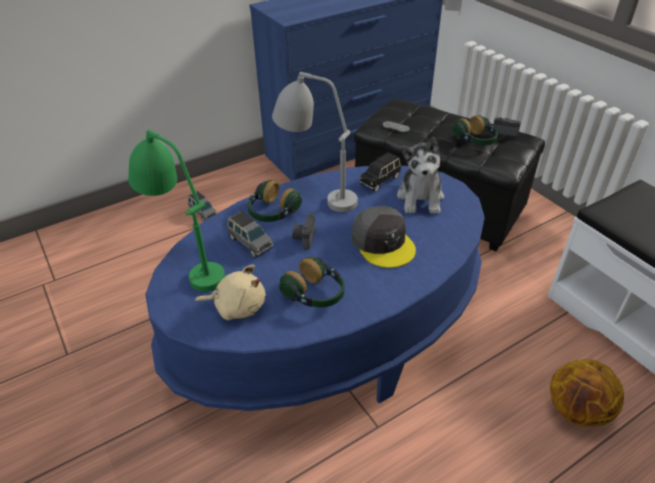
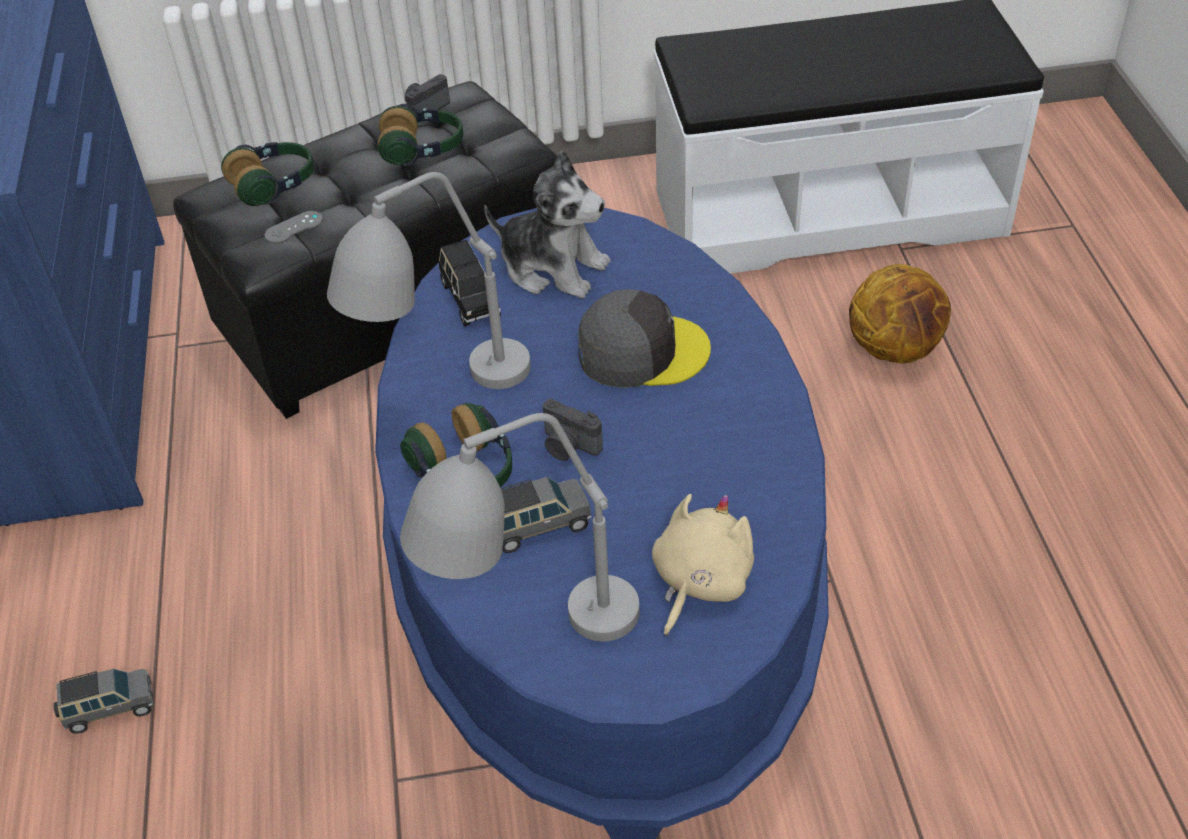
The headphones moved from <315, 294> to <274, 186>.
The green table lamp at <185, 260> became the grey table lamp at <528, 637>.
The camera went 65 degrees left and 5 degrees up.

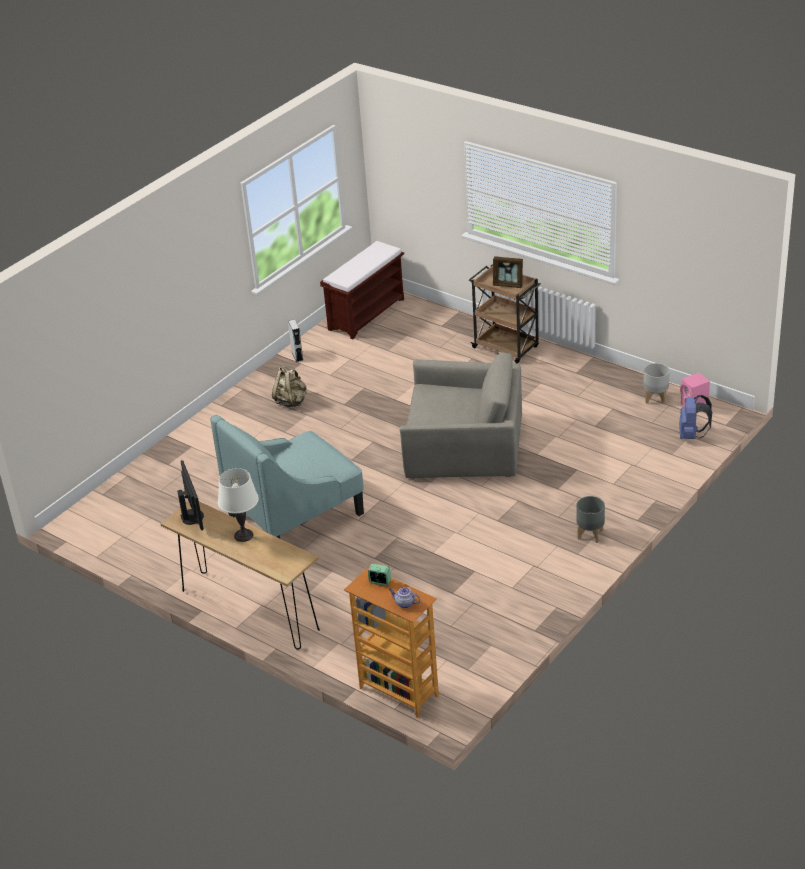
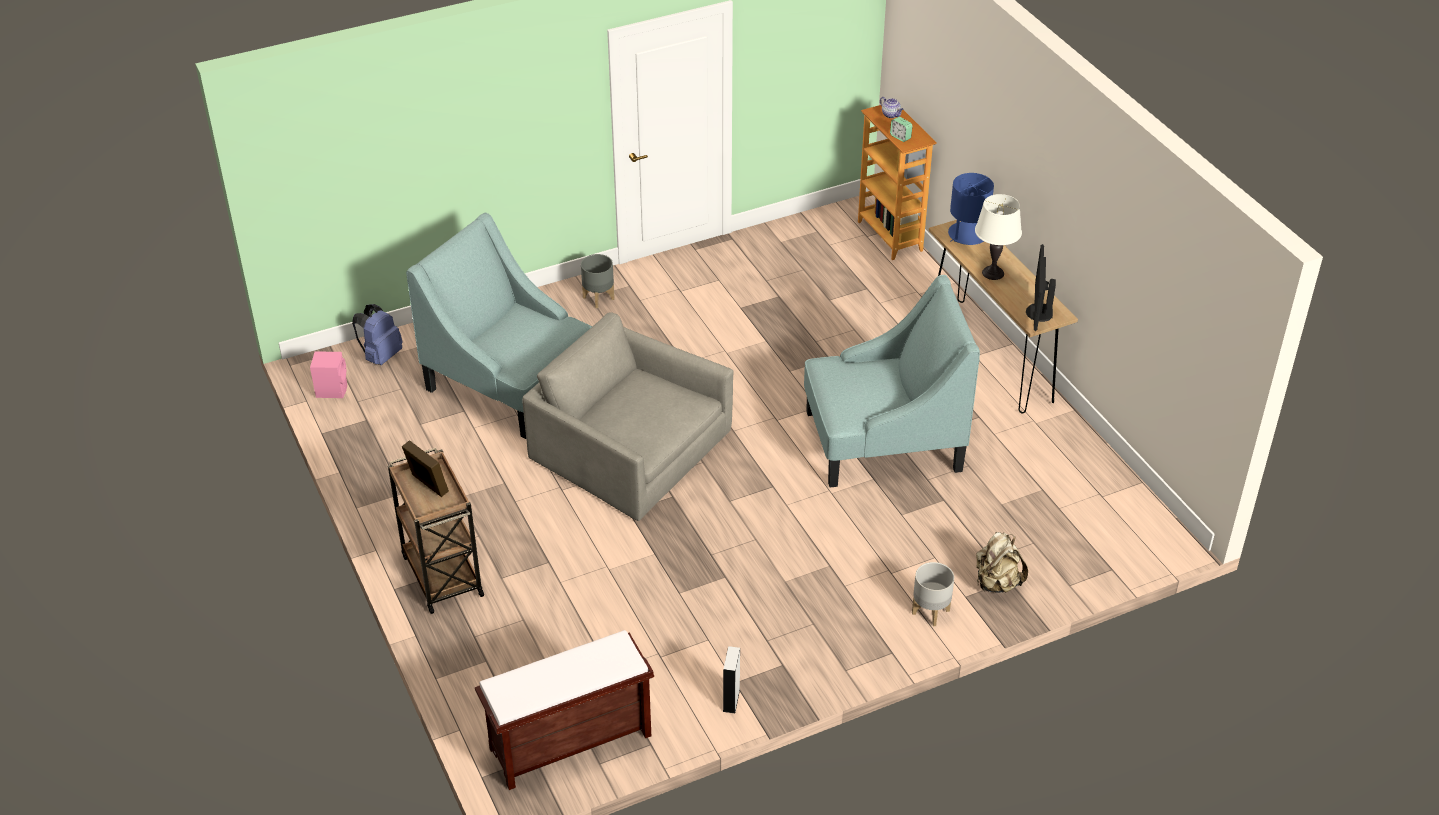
The turquoise armchair at <511, 384> appeared.
The grey planter moved from <655, 398> to <930, 612>.
The blue table lamp at <967, 234> appeared.
The beige backpack moved from <291, 401> to <997, 583>.
The camera went 155 degrees left and 5 degrees up.

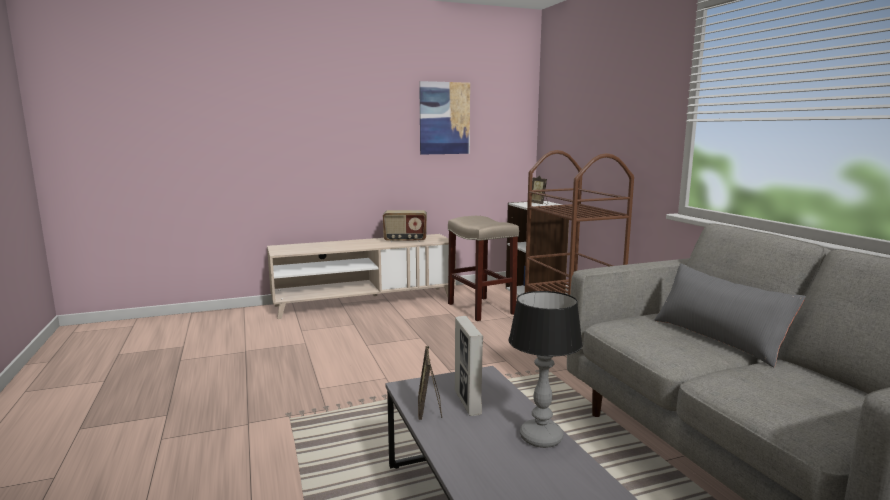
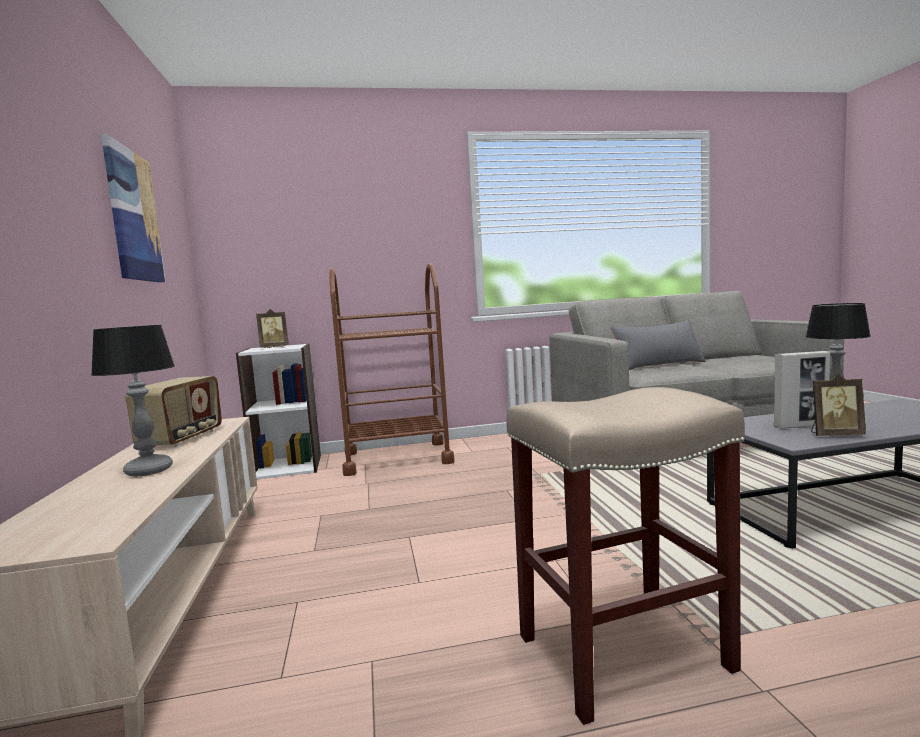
The table lamp at <148, 471> appeared.
The beige stool moved from <480, 308> to <621, 654>.
The camera went 80 degrees left and 5 degrees down.

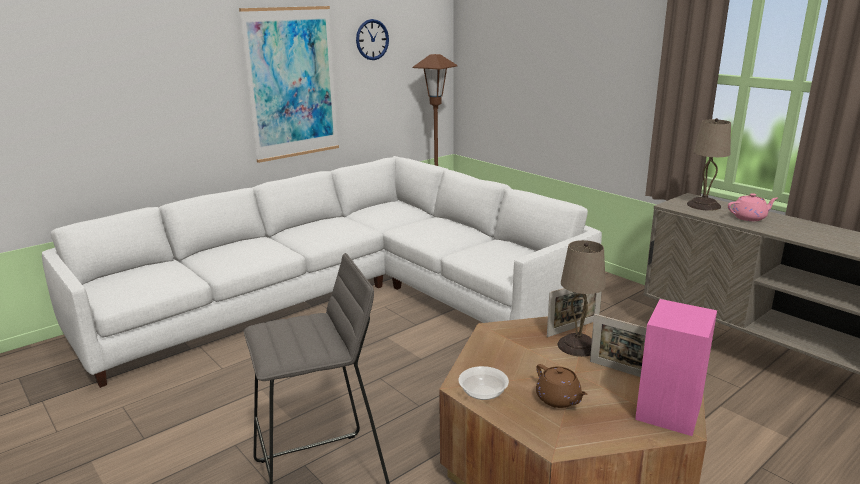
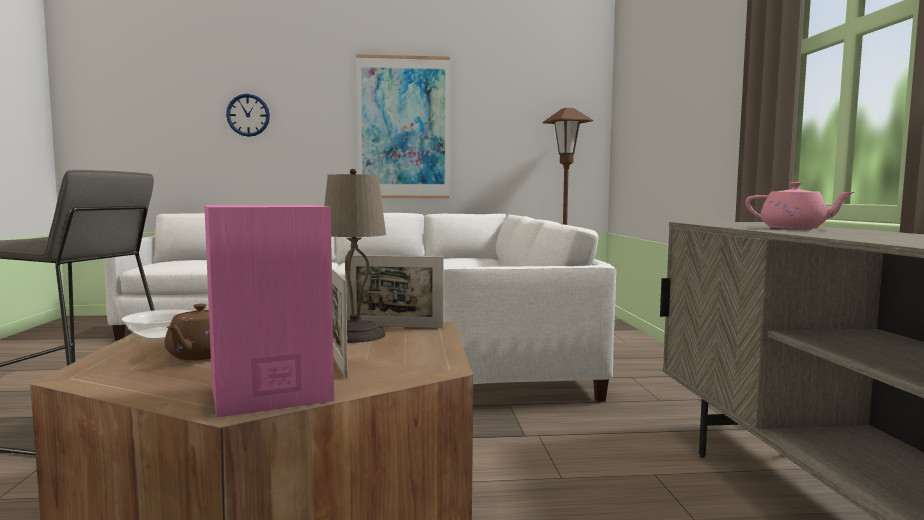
The wall clock moved from <372, 39> to <248, 115>.
The beige table lamp at <703, 205> disappeared.
The camera went 35 degrees right and 15 degrees down.

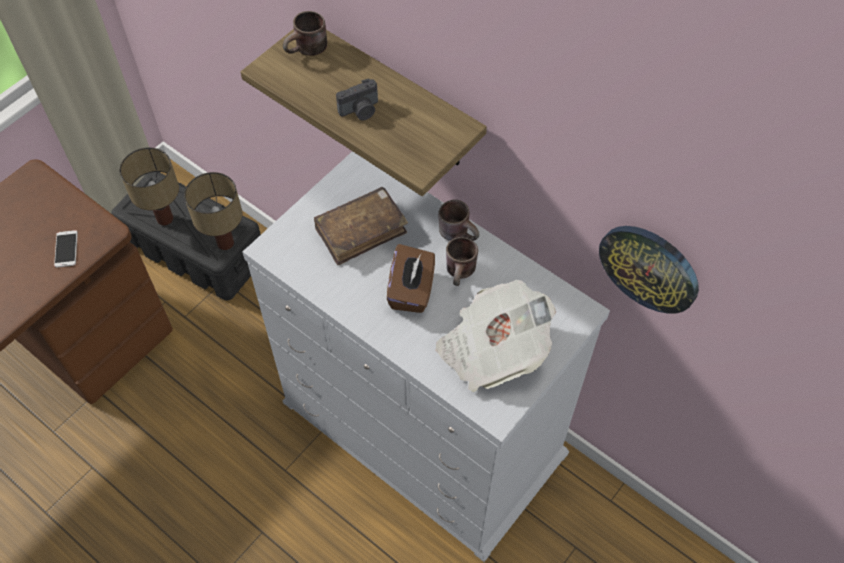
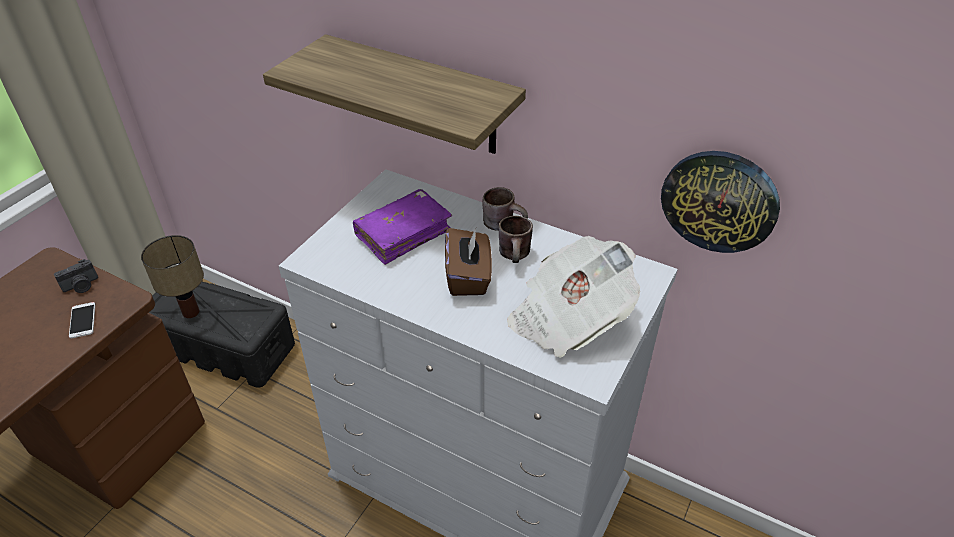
The photo camera moved from <360, 111> to <81, 286>.
The brown book at <361, 231> became the purple book at <403, 234>.
The table lamp at <225, 242> disappeared.
The brown mug at <308, 51> disappeared.
The camera went 10 degrees left and 15 degrees down.

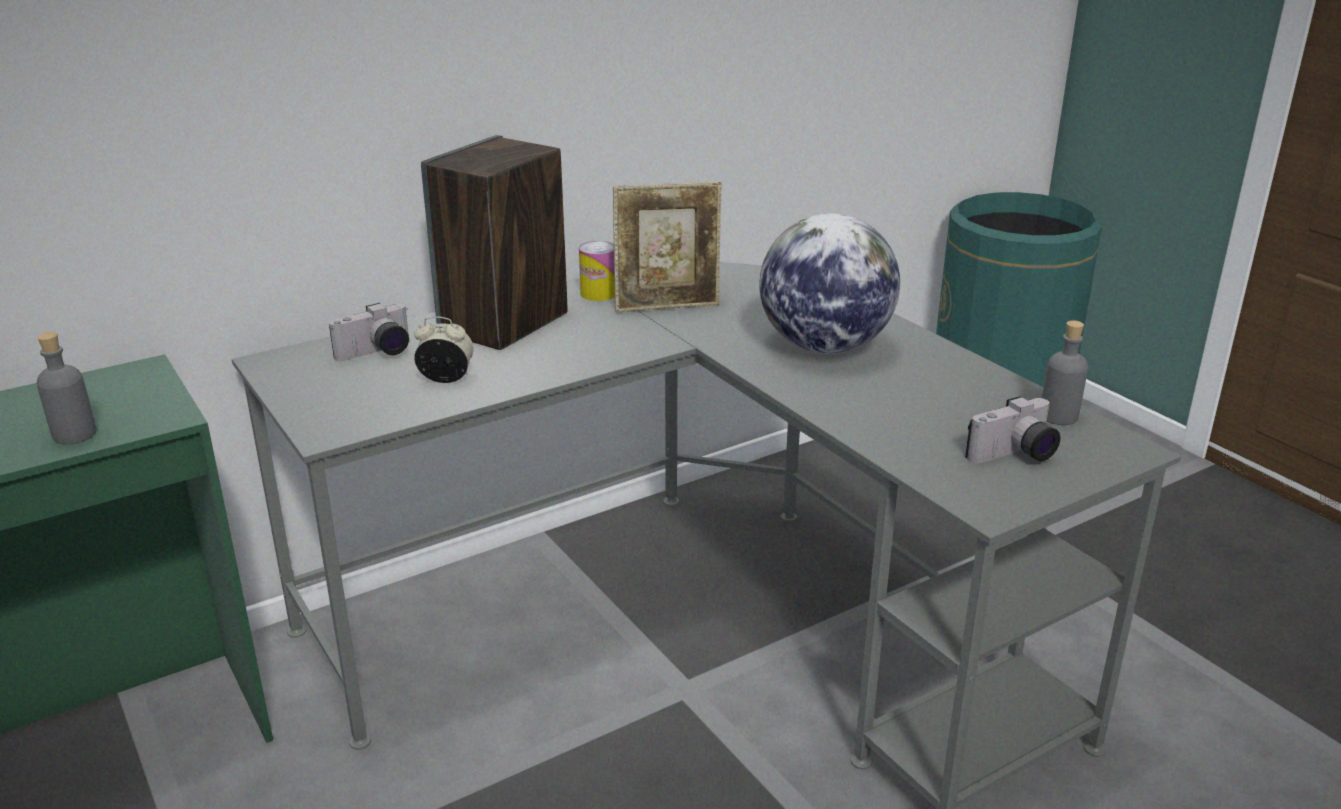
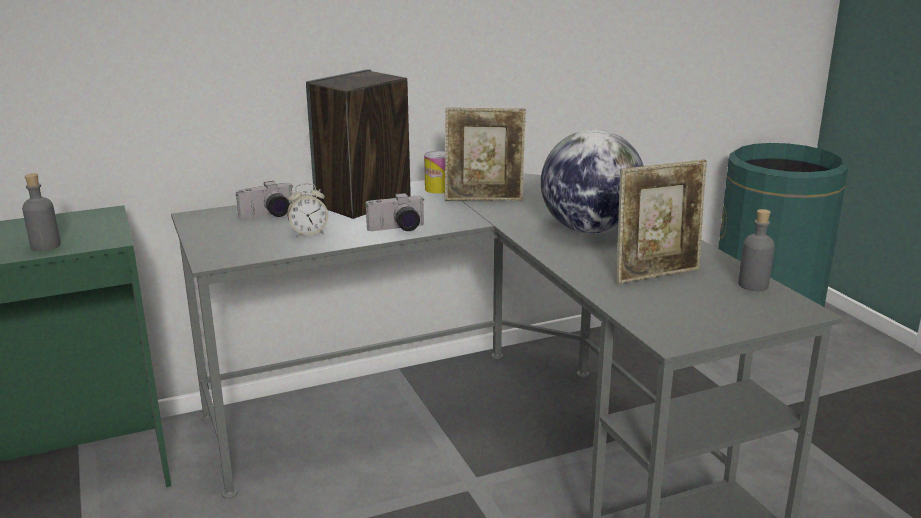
The alarm clock at <446, 379> turned 150 degrees clockwise.
The photo camera moved from <1015, 456> to <397, 229>.
The picture frame at <656, 274> appeared.
The camera went 10 degrees right and 5 degrees down.

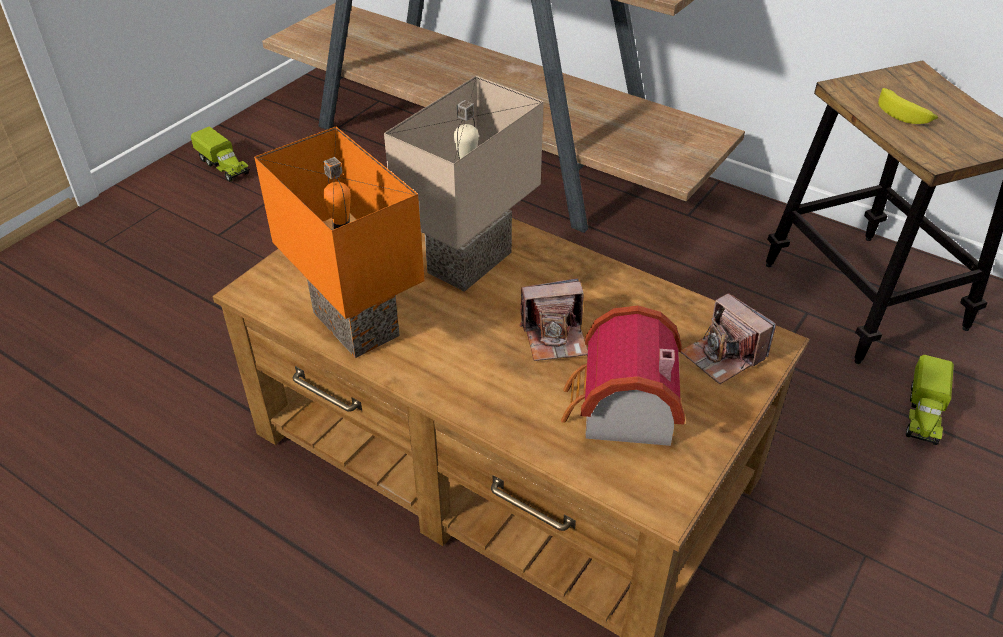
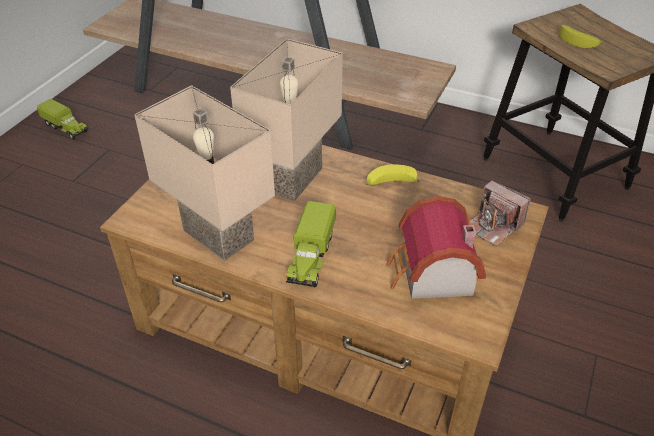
The orange table lamp at <360, 323> became the beige table lamp at <222, 233>.
The toy truck moved from <923, 414> to <310, 258>.
The banana at <390, 183> appeared.
The photo camera at <555, 337> disappeared.
The camera went 10 degrees left and 0 degrees up.

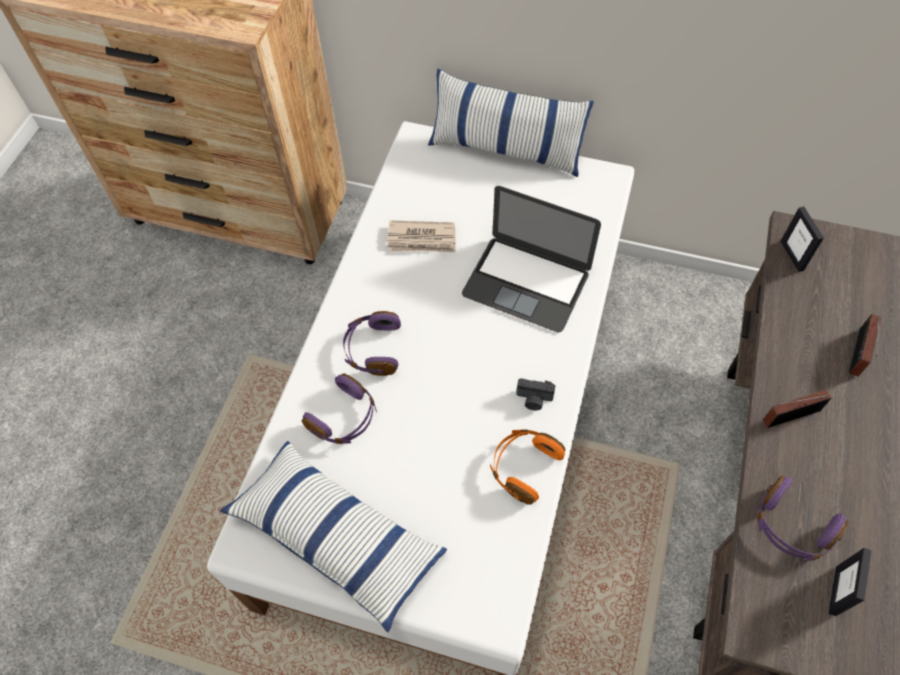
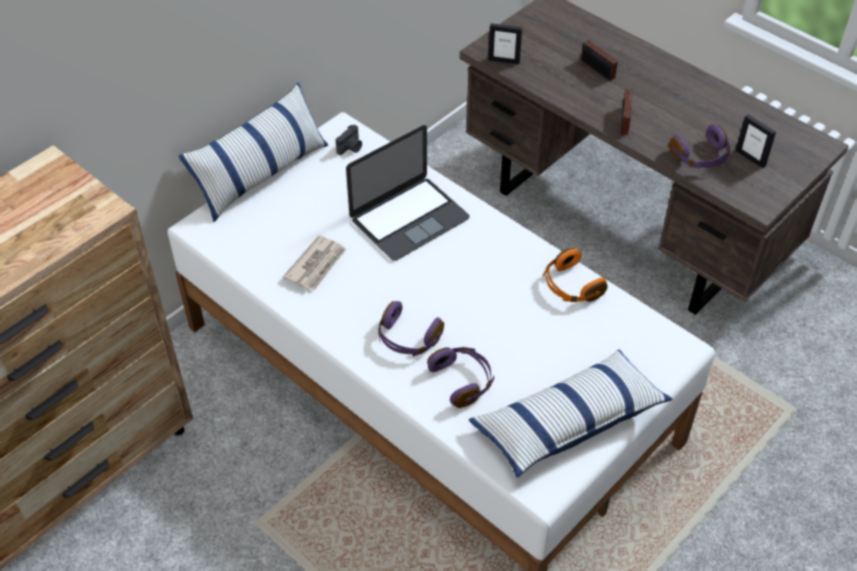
The photo camera moved from <533, 400> to <351, 148>.
The camera went 65 degrees left and 10 degrees down.

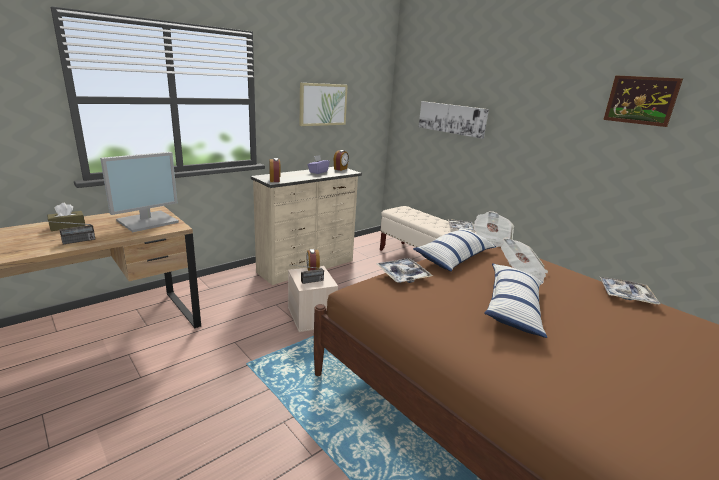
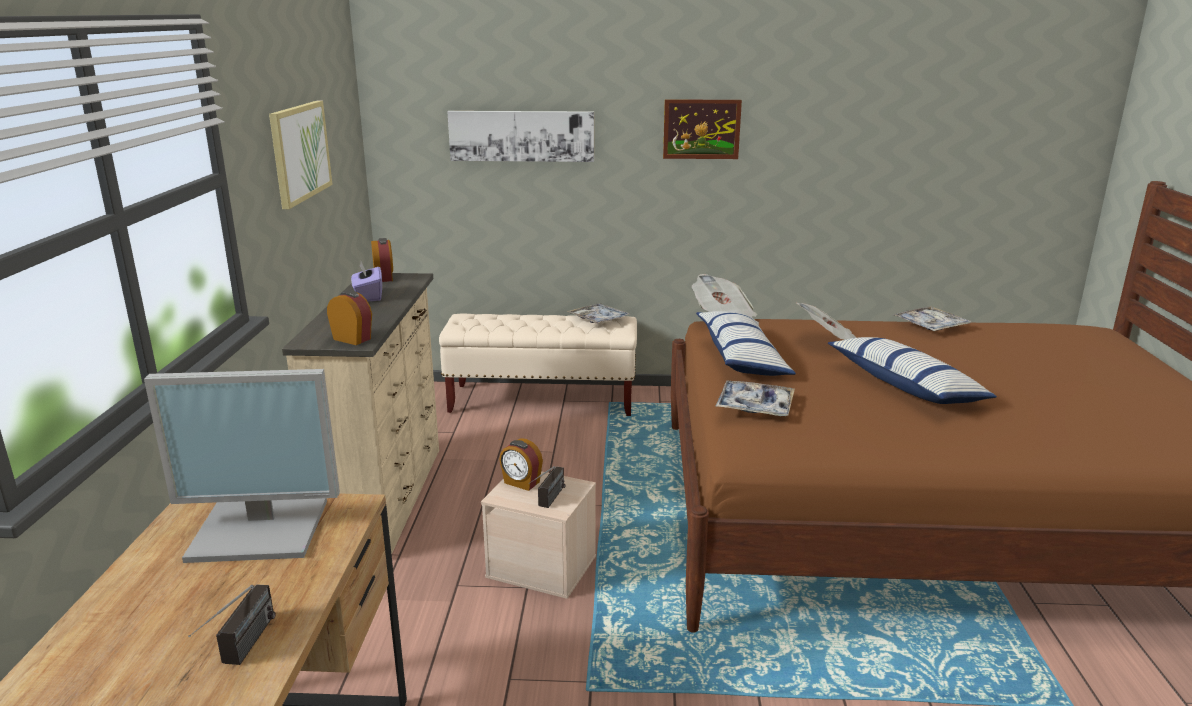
The monitor at <148, 221> turned 90 degrees clockwise.
The picture moved from <641, 100> to <701, 129>.
The brown tissue box at <67, 226> disappeared.
The camera went 45 degrees left and 0 degrees up.

